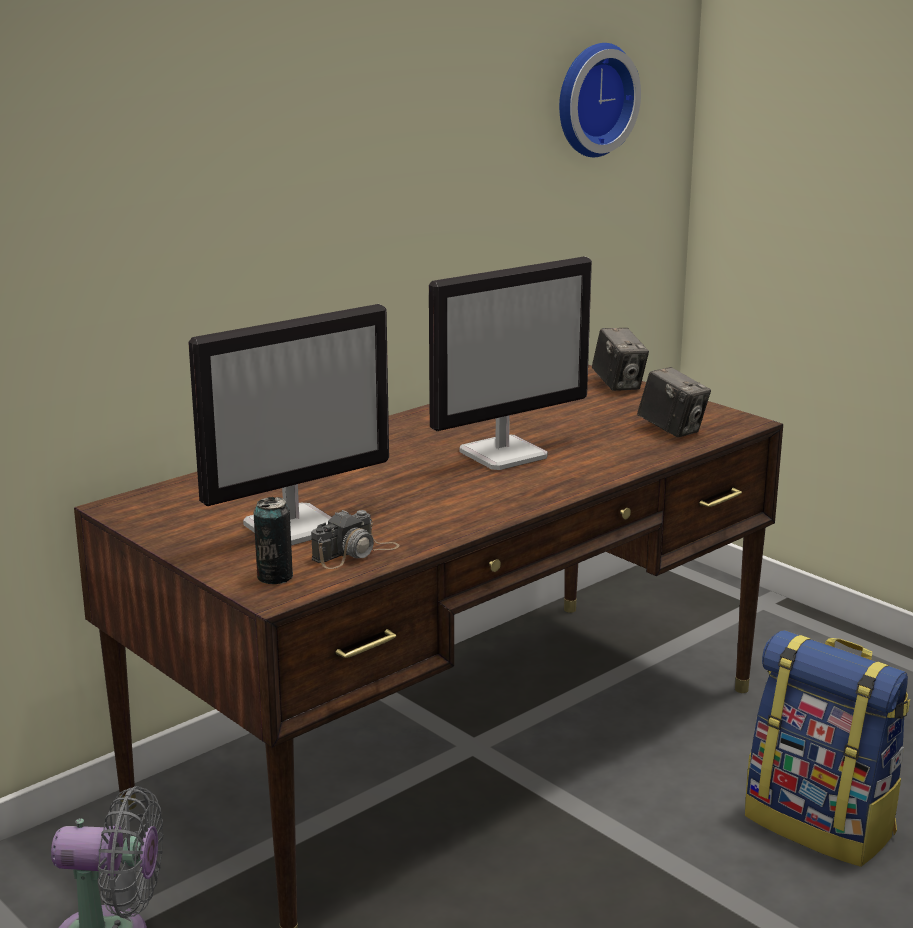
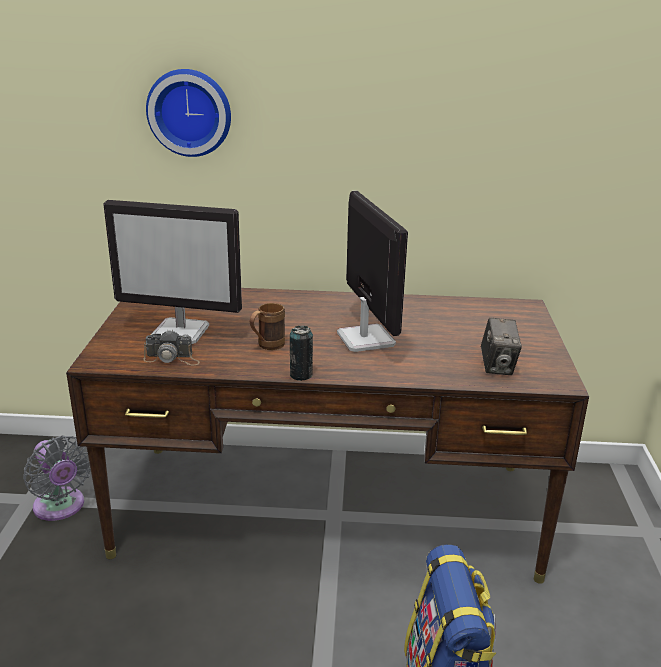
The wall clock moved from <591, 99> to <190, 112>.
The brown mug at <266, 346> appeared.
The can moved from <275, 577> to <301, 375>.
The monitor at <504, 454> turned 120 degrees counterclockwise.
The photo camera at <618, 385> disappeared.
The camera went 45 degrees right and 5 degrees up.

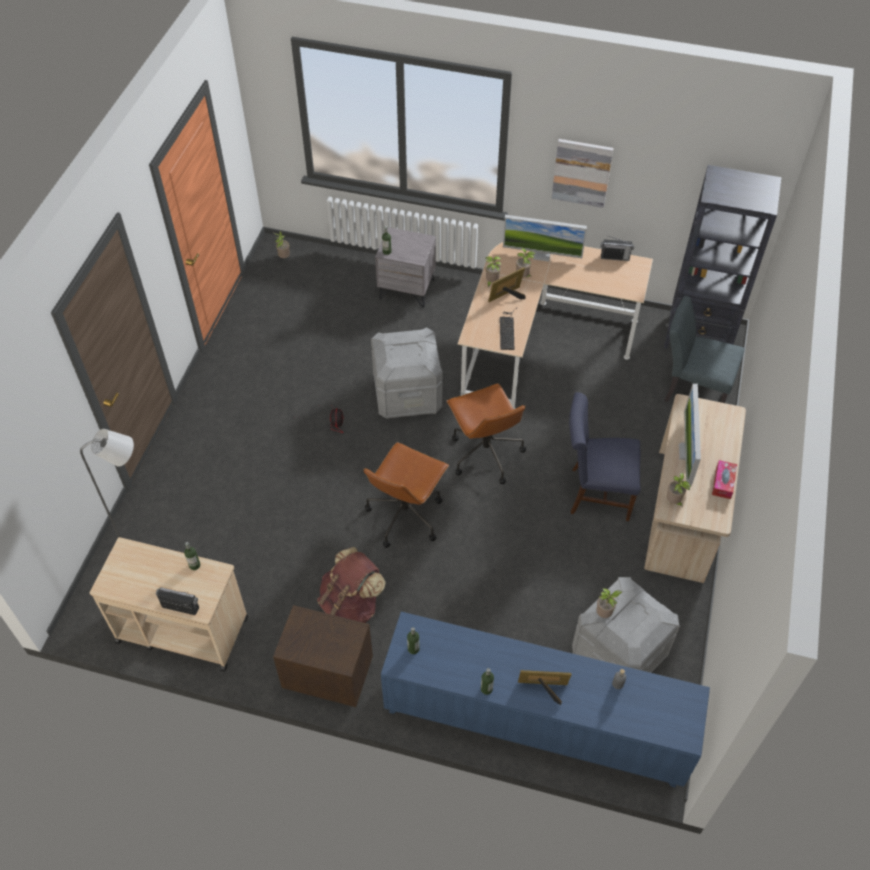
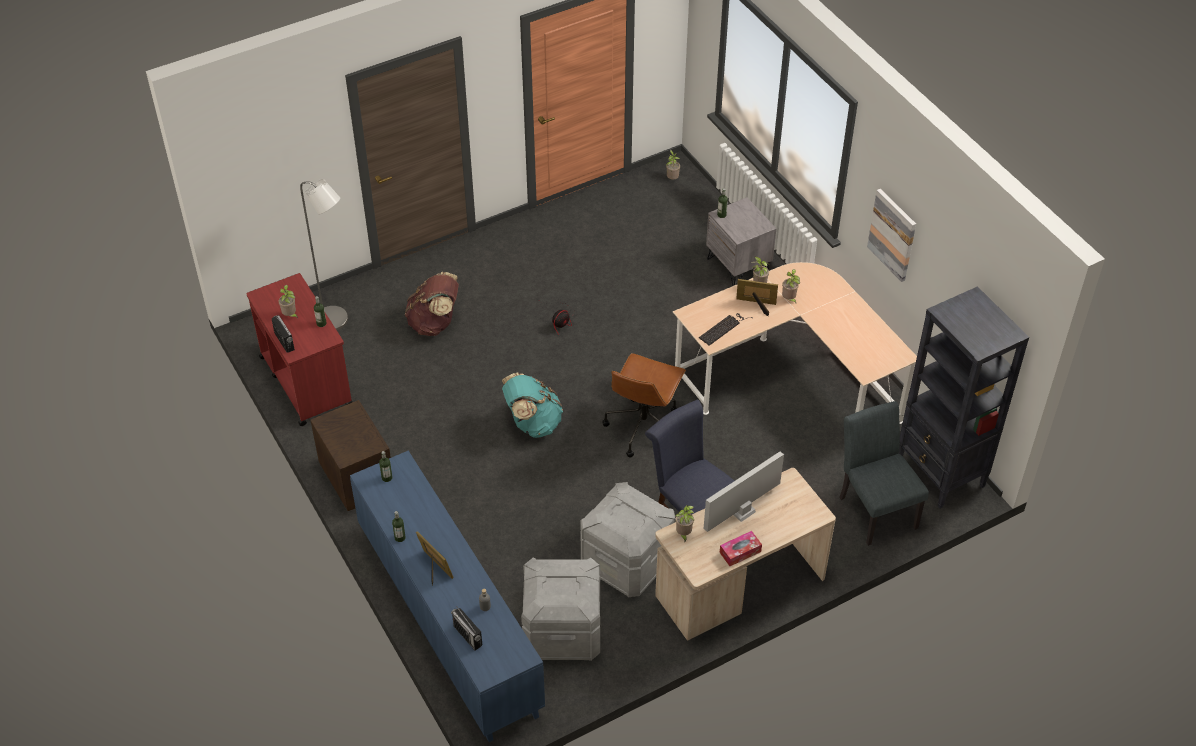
The beige cart at <181, 629> became the red cart at <305, 380>.
The potted plant moved from <604, 614> to <290, 315>.
The brown backpack moved from <351, 604> to <435, 323>.
The radio moved from <615, 257> to <468, 636>.
The brown office chair at <405, 515> was replaced by the turquoise backpack at <532, 423>.
The grey storage box moved from <408, 394> to <627, 562>.
The monitor at <541, 255> disappeared.
The camera went 45 degrees right and 5 degrees down.

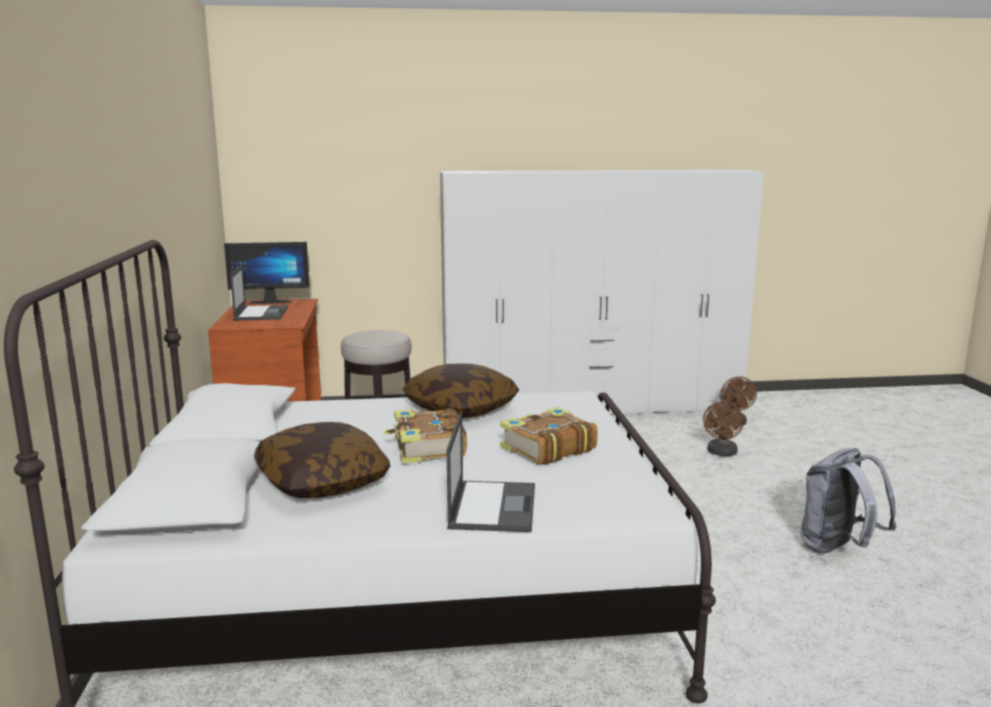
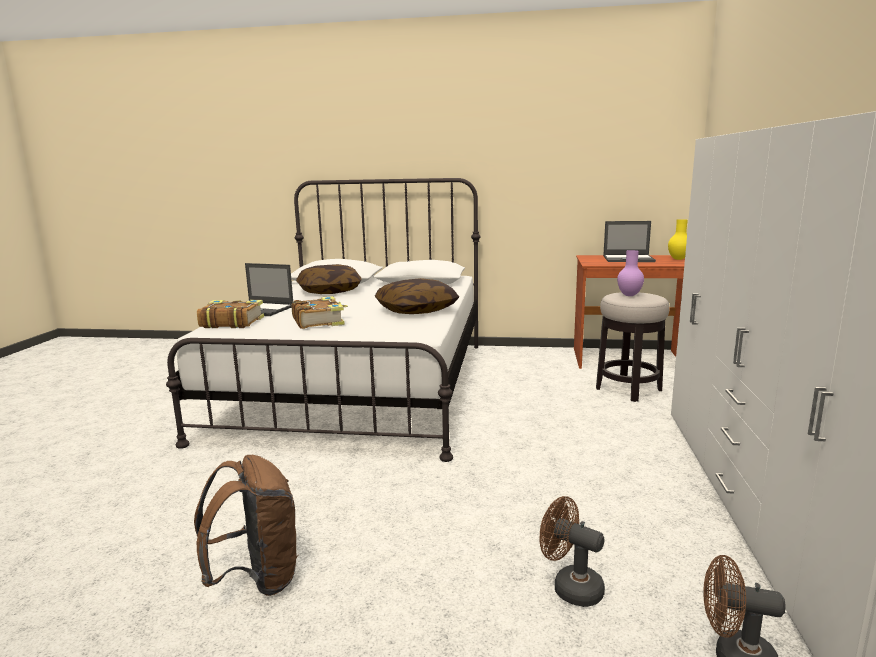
The grey backpack at <838, 549> became the brown backpack at <257, 578>.
The book moved from <427, 448> to <231, 322>.
The purple vase at <630, 295> appeared.
The monitor at <271, 301> was replaced by the yellow vase at <679, 259>.
The camera went 105 degrees right and 0 degrees up.

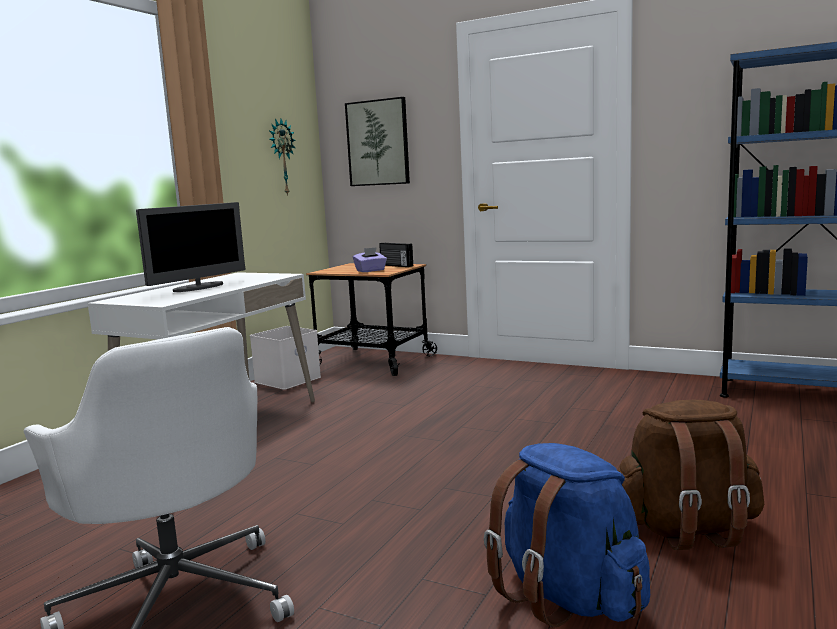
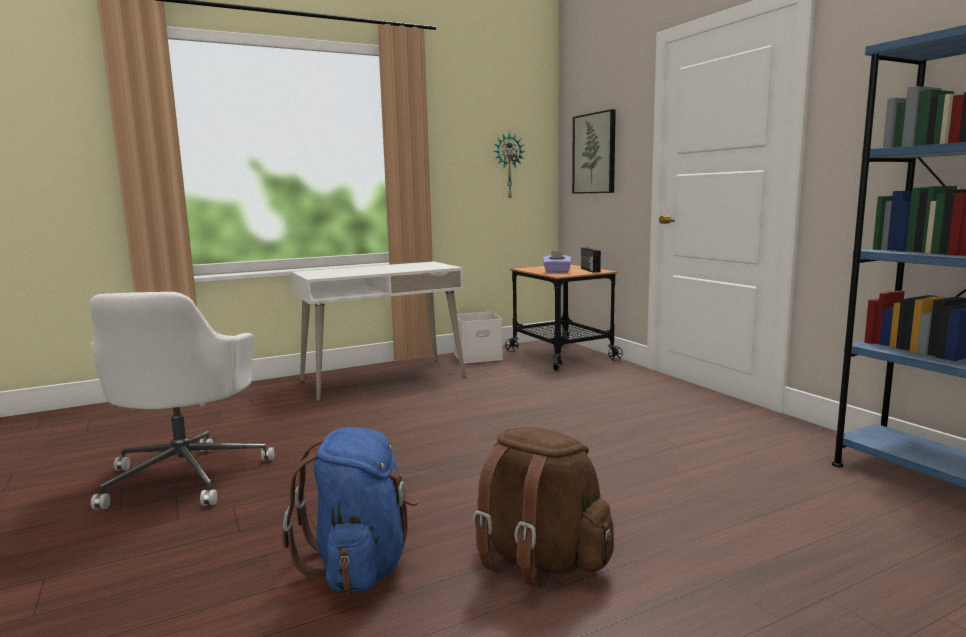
The monitor at <199, 287> disappeared.
The camera went 35 degrees right and 0 degrees up.

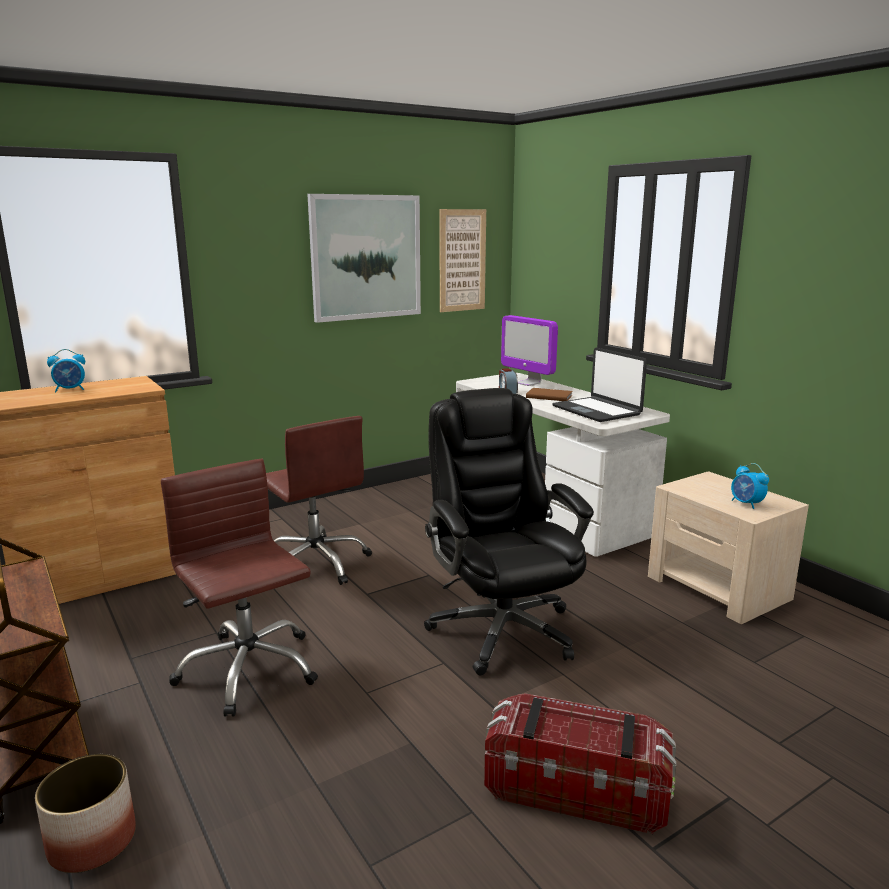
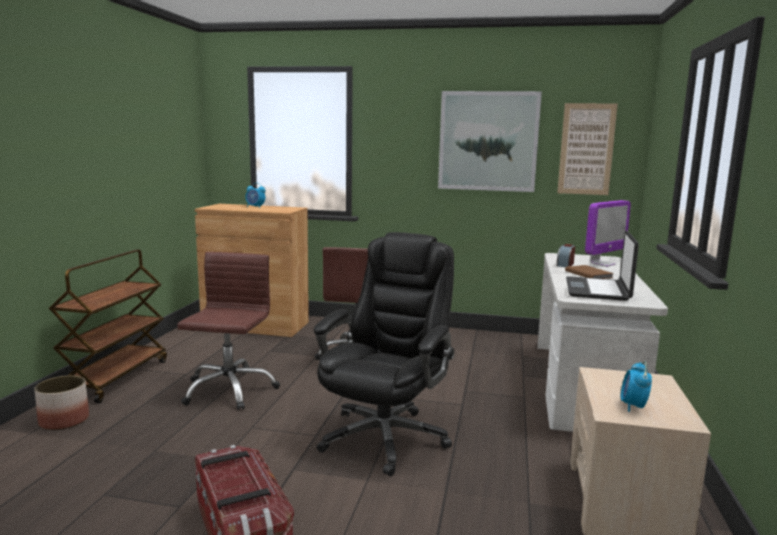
The monitor at <528, 383> turned 135 degrees counterclockwise.
The camera went 45 degrees right and 5 degrees down.

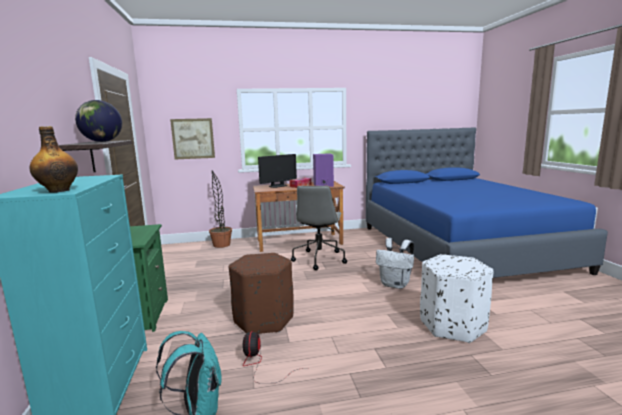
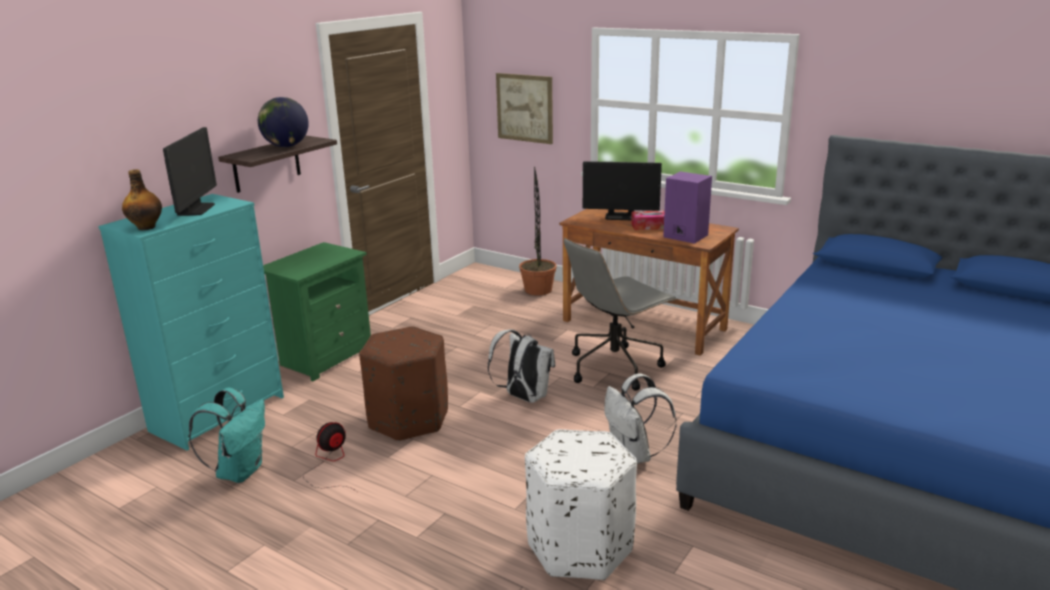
The monitor at <196, 209> appeared.
The white backpack at <524, 397> appeared.
The camera went 45 degrees right and 10 degrees up.

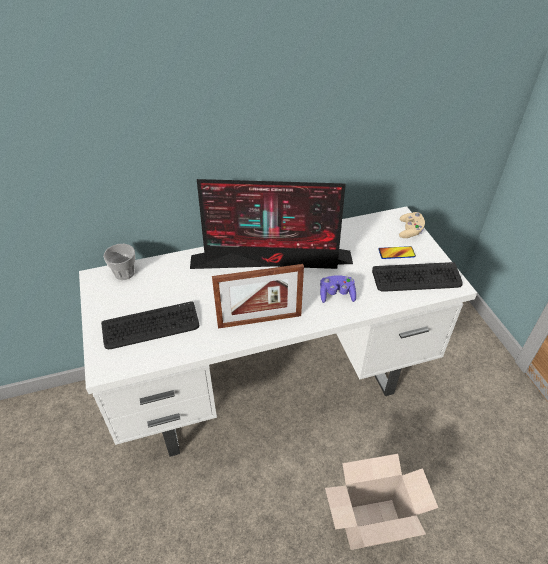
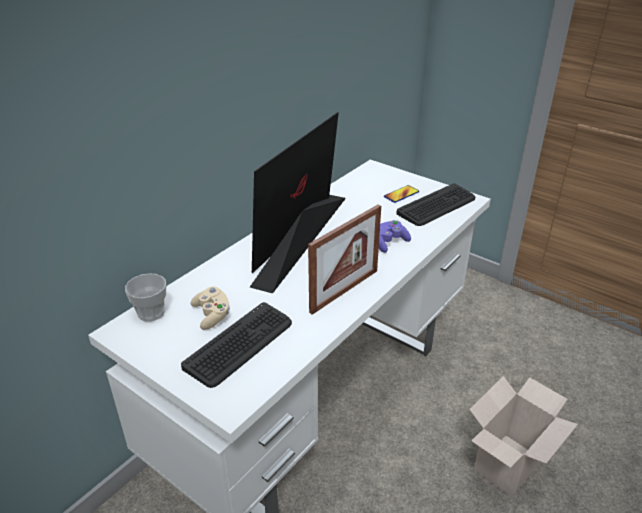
The beige game controller moved from <410, 231> to <212, 315>.
The monitor at <274, 260> turned 150 degrees clockwise.
The camera went 35 degrees left and 10 degrees down.

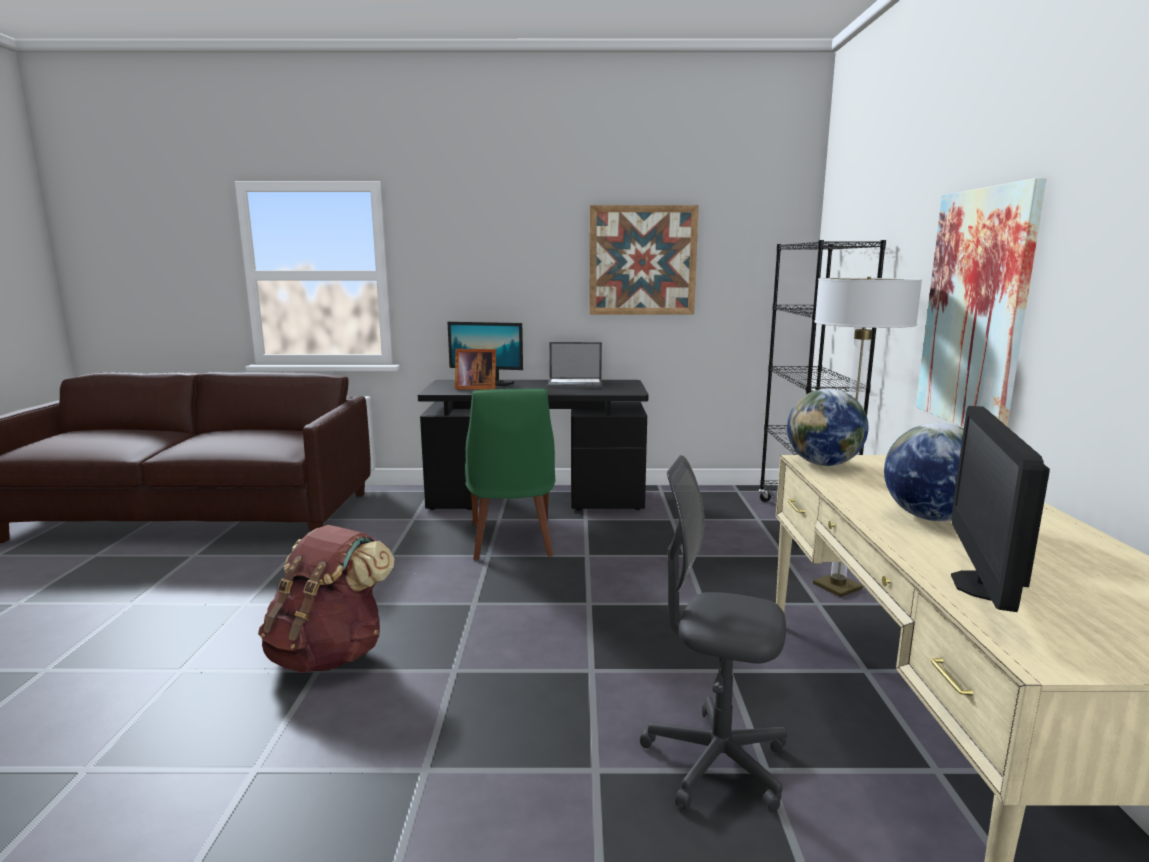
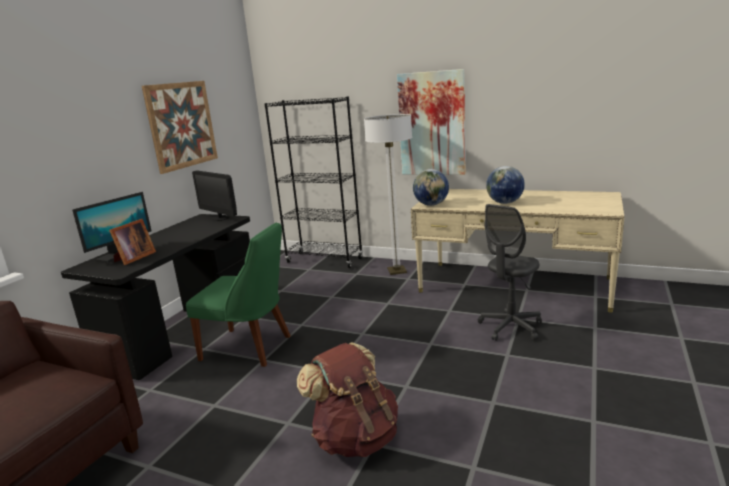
The monitor moved from <983, 585> to <220, 218>.
The laptop at <576, 384> disappeared.
The camera went 65 degrees left and 5 degrees up.

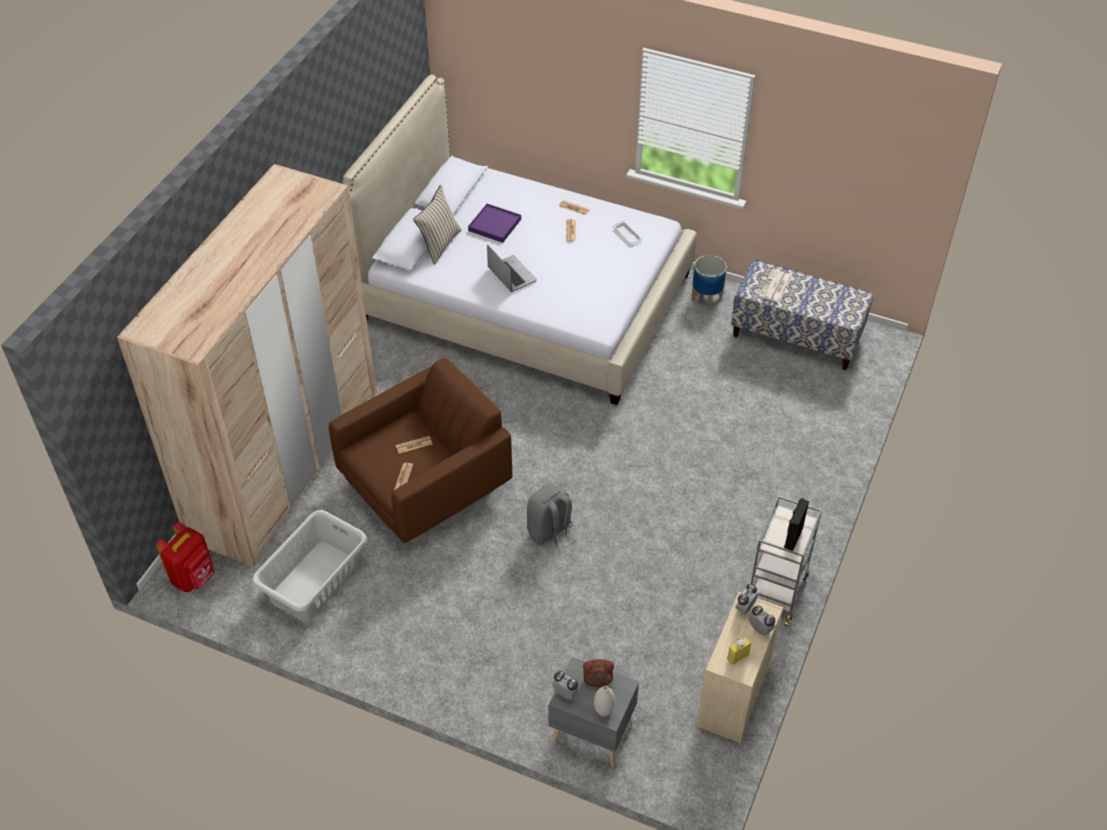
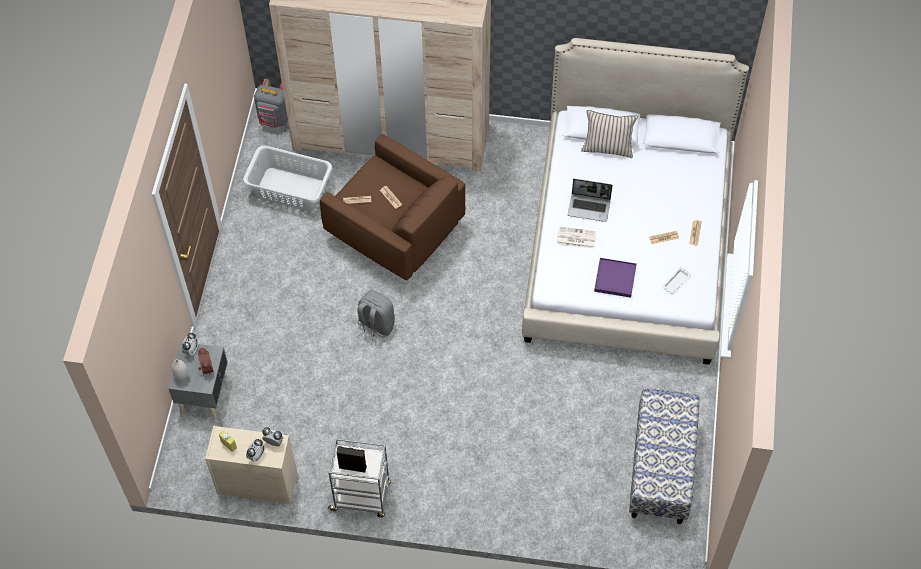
The red backpack at <194, 577> became the grey backpack at <274, 119>.
The newspaper moved from <775, 287> to <575, 238>.
The laptop at <511, 275> turned 60 degrees clockwise.
The purple tray moved from <494, 225> to <615, 279>.
The planter at <706, 298> disappeared.
The camera went 75 degrees right and 10 degrees up.

